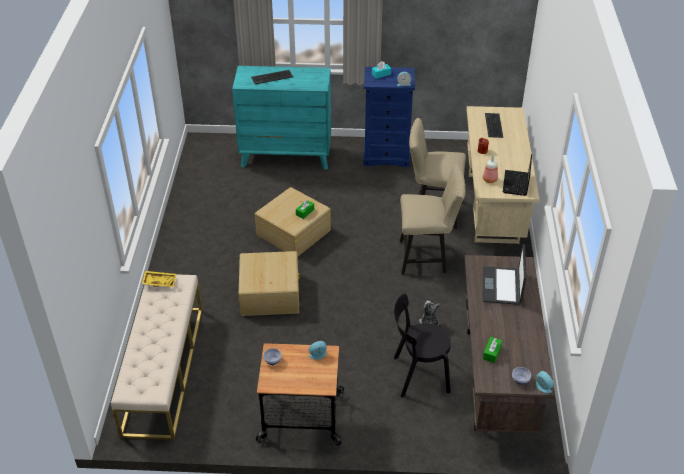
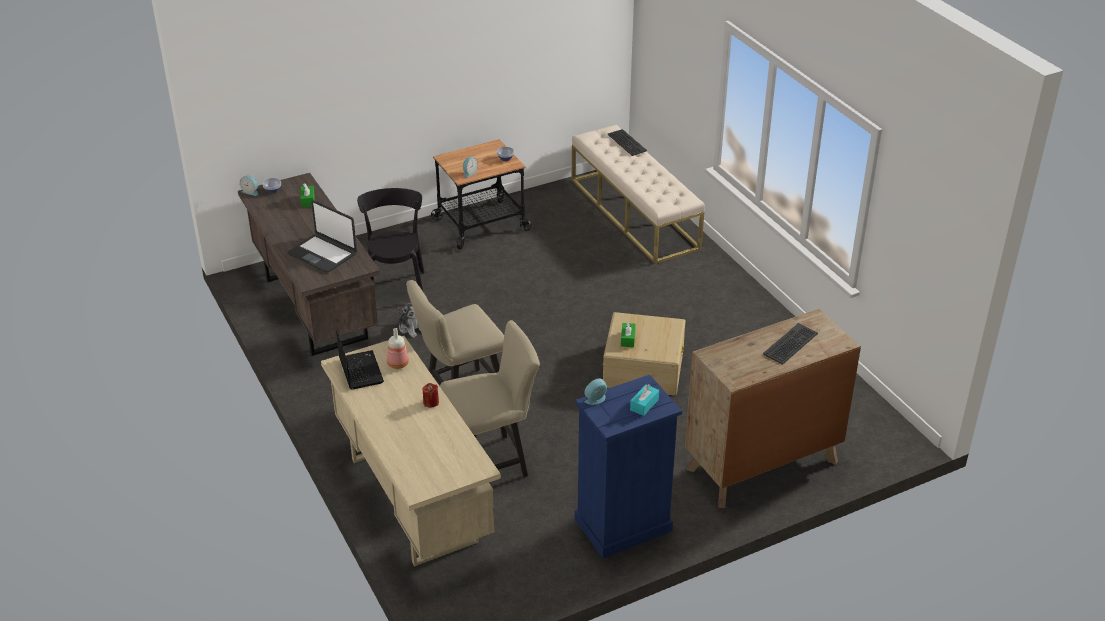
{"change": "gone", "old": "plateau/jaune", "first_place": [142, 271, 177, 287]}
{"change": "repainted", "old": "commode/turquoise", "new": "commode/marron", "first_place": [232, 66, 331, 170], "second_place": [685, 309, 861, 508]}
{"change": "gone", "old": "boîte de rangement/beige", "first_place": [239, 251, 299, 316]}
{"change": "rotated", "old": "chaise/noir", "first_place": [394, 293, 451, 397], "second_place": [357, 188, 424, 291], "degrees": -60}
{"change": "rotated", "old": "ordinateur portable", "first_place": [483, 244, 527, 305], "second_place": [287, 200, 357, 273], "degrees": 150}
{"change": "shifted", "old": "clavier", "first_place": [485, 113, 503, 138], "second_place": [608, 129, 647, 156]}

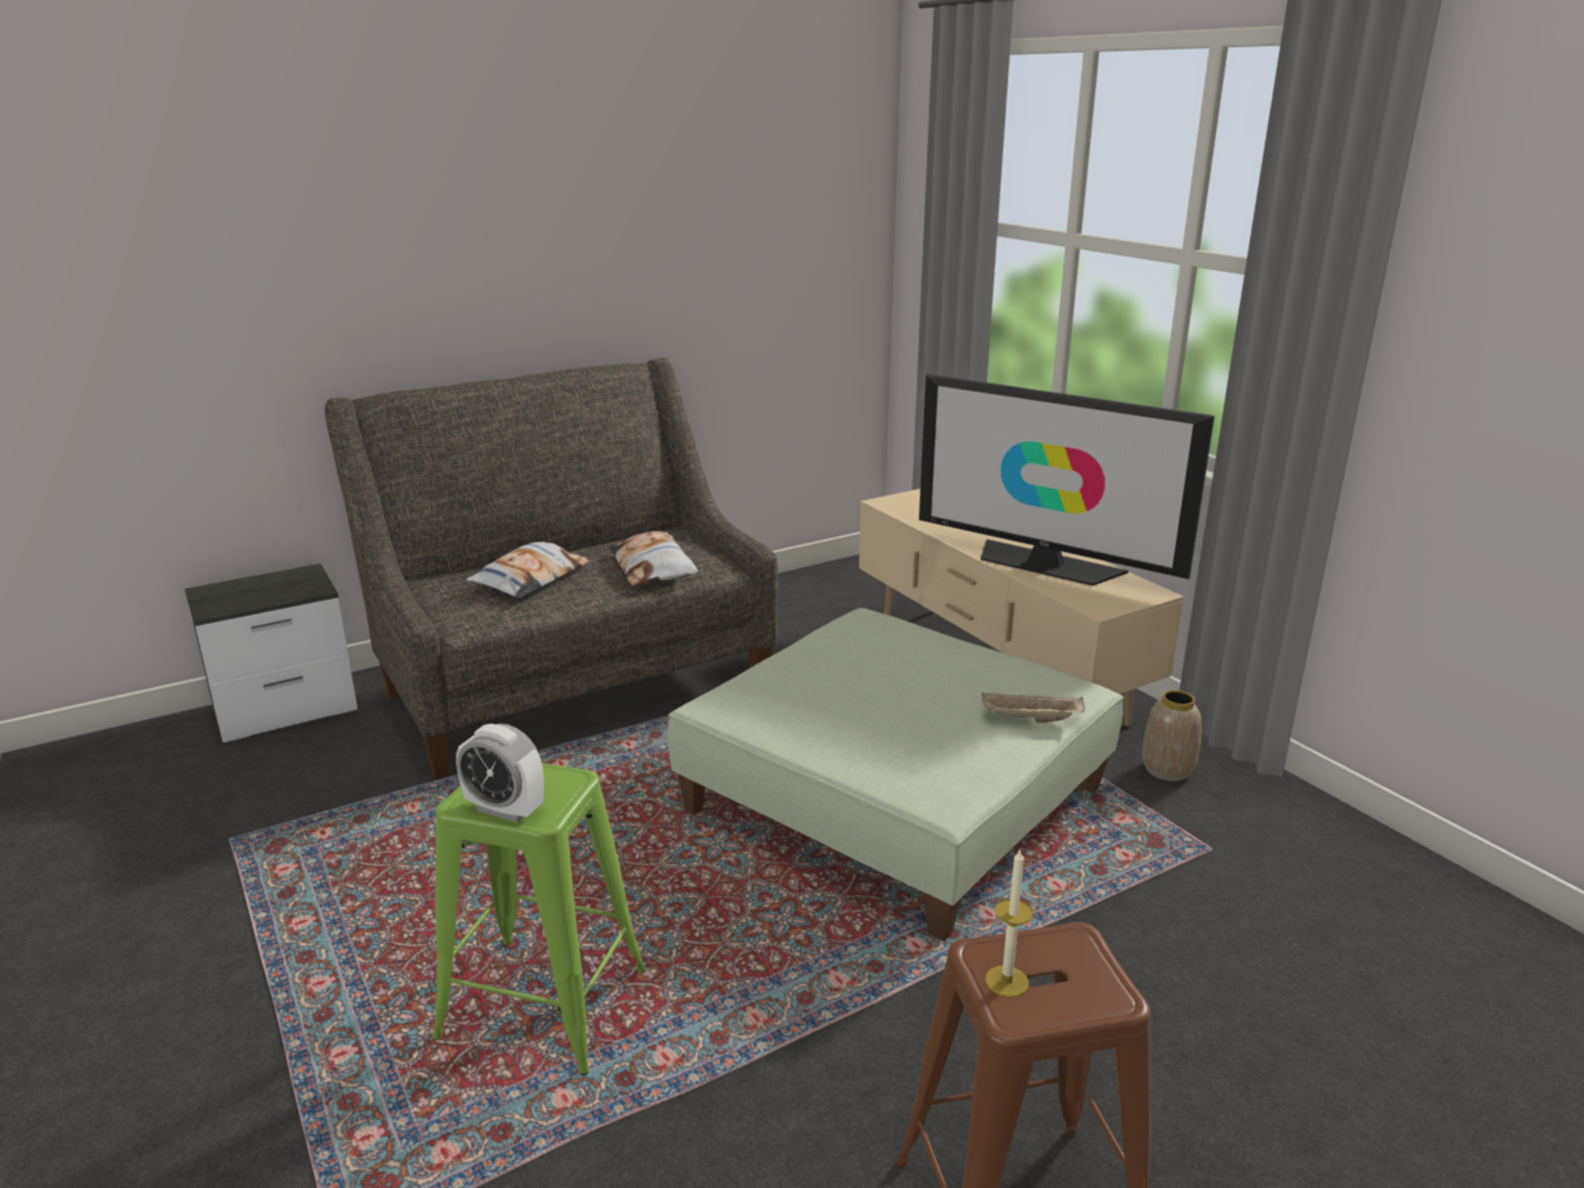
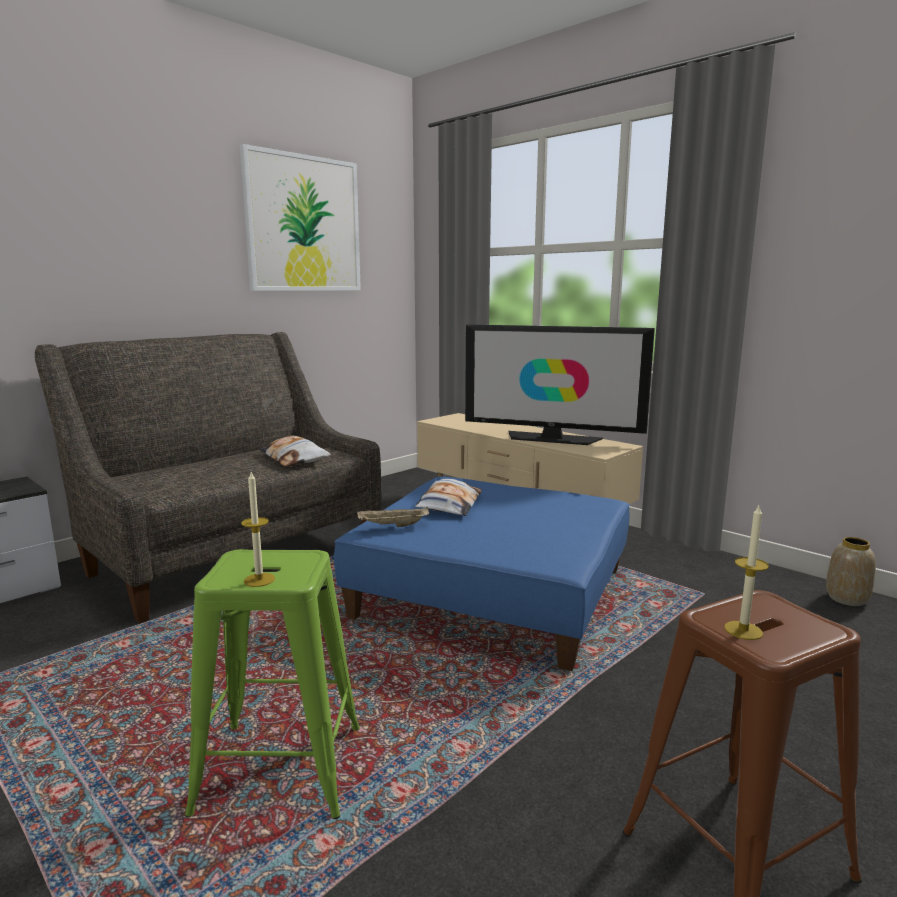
{"change": "swapped", "old": "réveil", "new": "bougie", "first_place": [456, 724, 544, 823], "second_place": [241, 472, 275, 587]}
{"change": "shifted", "old": "coussin", "first_place": [466, 542, 590, 598], "second_place": [415, 479, 482, 516]}
{"change": "repainted", "old": "pouf/vert", "new": "pouf/bleu", "first_place": [667, 608, 1124, 941], "second_place": [334, 476, 630, 671]}
{"change": "shifted", "old": "plateau/beige", "first_place": [981, 692, 1085, 723], "second_place": [357, 507, 430, 527]}
{"change": "shifted", "old": "vase", "first_place": [1142, 690, 1202, 781], "second_place": [826, 537, 876, 606]}
{"change": "new", "new": "tableau", "second_place": [240, 144, 361, 291]}

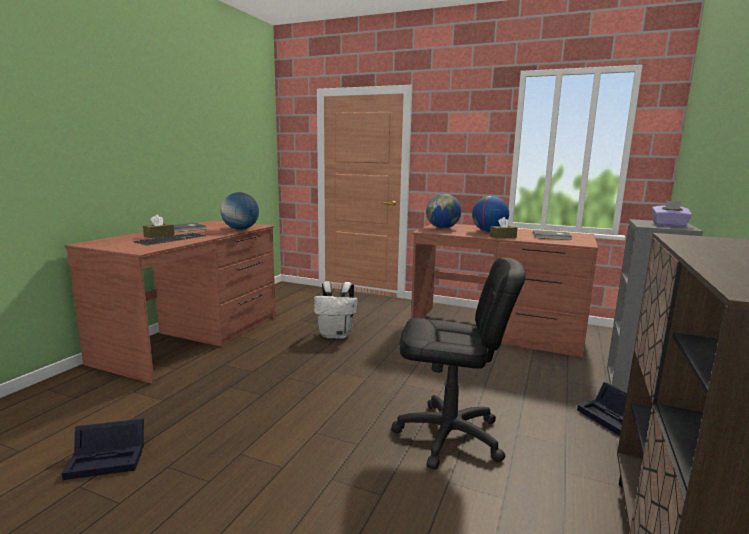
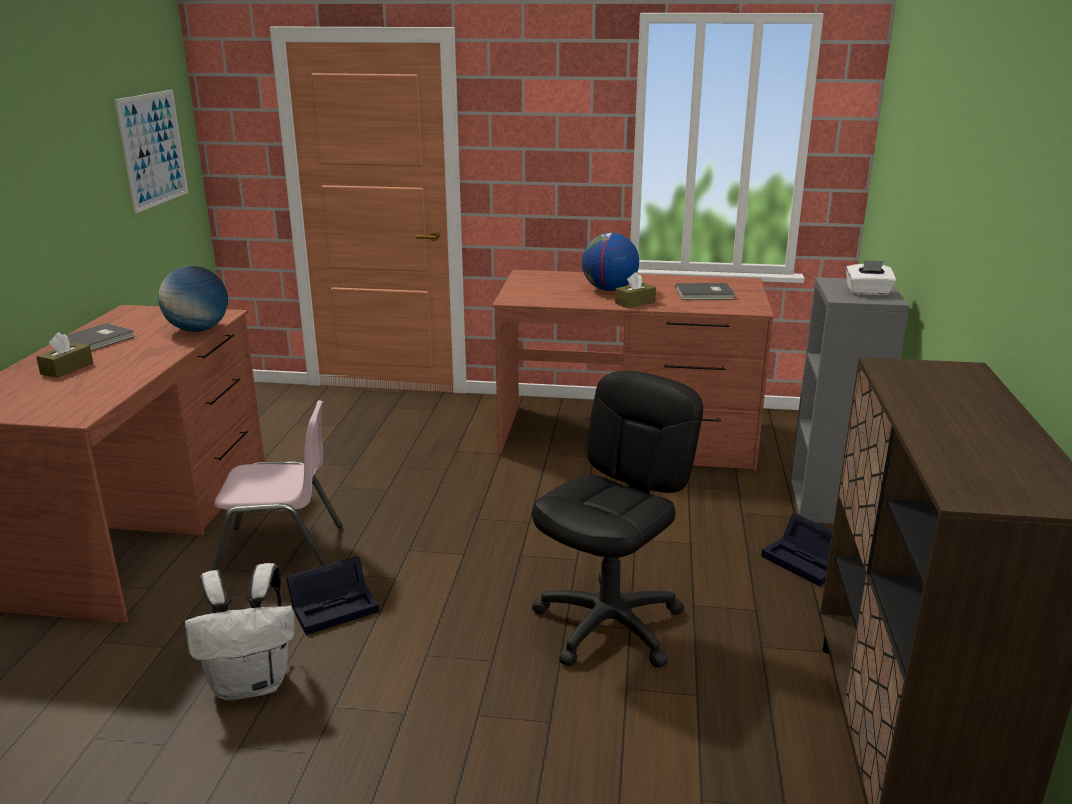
{"change": "shifted", "old": "boîte de rangement/noir", "first_place": [62, 419, 144, 480], "second_place": [286, 557, 379, 635]}
{"change": "gone", "old": "clavier", "first_place": [133, 233, 206, 246]}
{"change": "shifted", "old": "sac à dos/blanc", "first_place": [314, 281, 358, 339], "second_place": [185, 563, 295, 701]}
{"change": "rotated", "old": "chaise de bureau/noir", "first_place": [391, 258, 526, 470], "second_place": [532, 371, 703, 668], "degrees": -45}
{"change": "gone", "old": "globe", "first_place": [426, 194, 461, 229]}
{"change": "repainted", "old": "boîte à mouchoirs/violet", "new": "boîte à mouchoirs/blanc", "first_place": [652, 200, 692, 227], "second_place": [846, 260, 896, 295]}
{"change": "new", "new": "tableau", "second_place": [115, 90, 188, 213]}
{"change": "new", "new": "chaise/rose", "second_place": [212, 400, 343, 571]}

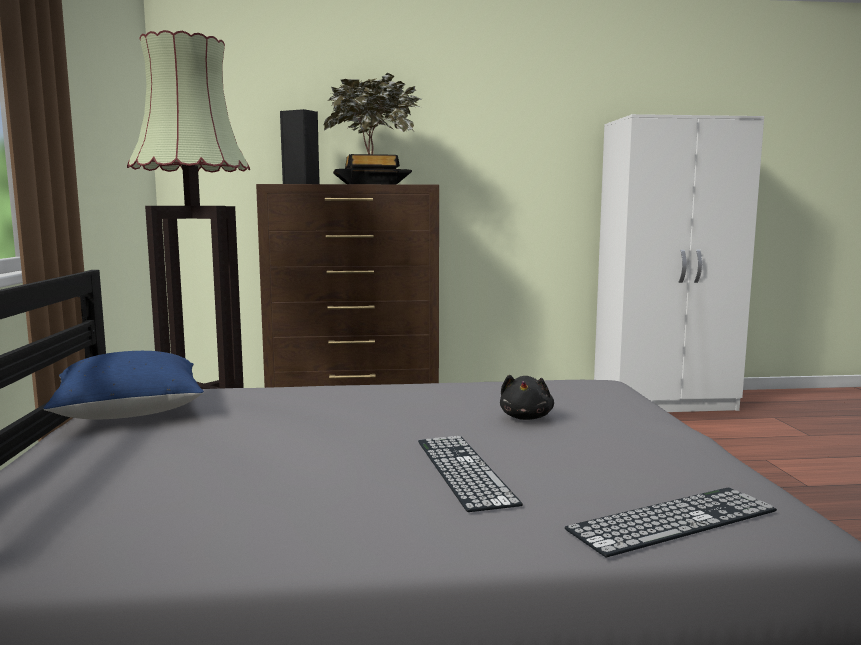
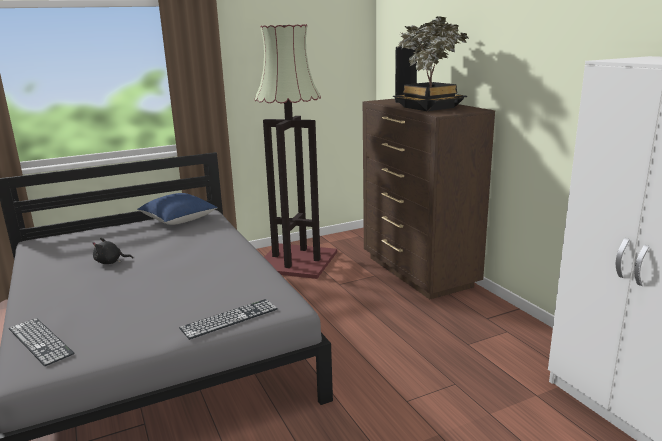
{"change": "shifted", "old": "clavier", "first_place": [418, 436, 523, 512], "second_place": [179, 299, 278, 340]}
{"change": "shifted", "old": "peluche/noir", "first_place": [500, 375, 554, 420], "second_place": [92, 238, 133, 264]}

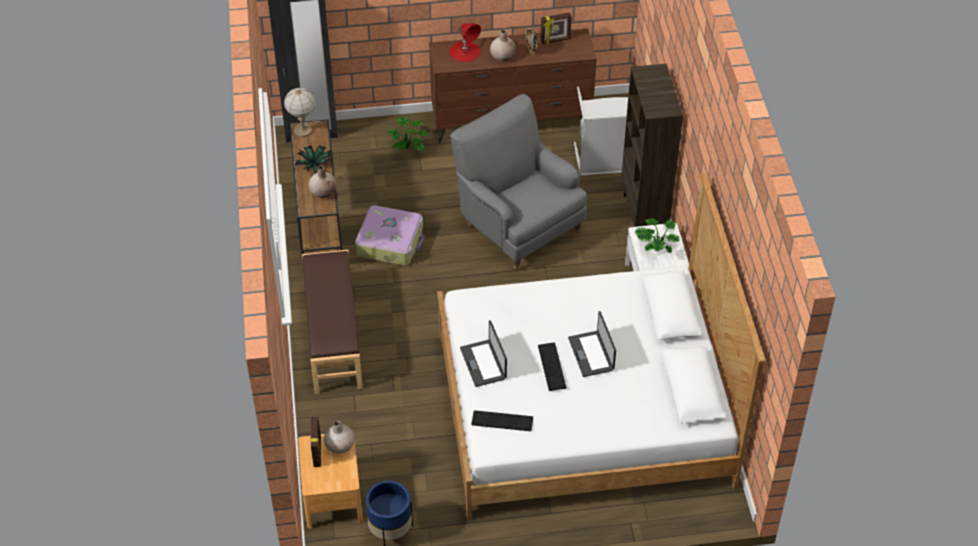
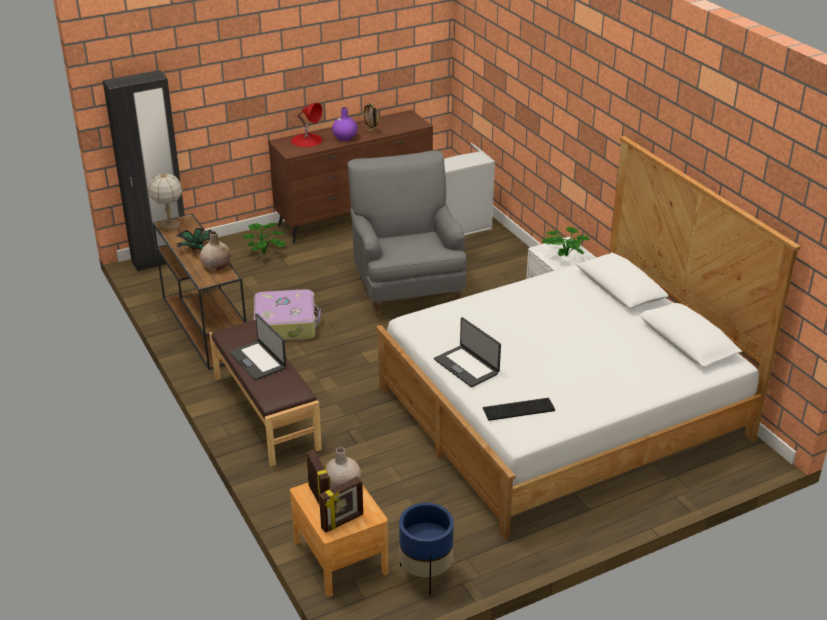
{"change": "rotated", "old": "fauteuil/gris", "first_place": [450, 94, 587, 270], "second_place": [347, 150, 467, 316], "degrees": 45}
{"change": "repainted", "old": "vase/beige", "new": "vase/violet", "first_place": [490, 30, 516, 62], "second_place": [332, 107, 358, 141]}
{"change": "gone", "old": "clavier", "first_place": [538, 342, 566, 391]}
{"change": "shifted", "old": "cadre photo", "first_place": [540, 12, 572, 44], "second_place": [319, 476, 363, 533]}
{"change": "shifted", "old": "ordinateur portable", "first_place": [568, 311, 616, 377], "second_place": [229, 314, 286, 380]}
{"change": "gone", "old": "bibliothèque/marron", "first_place": [621, 64, 683, 227]}

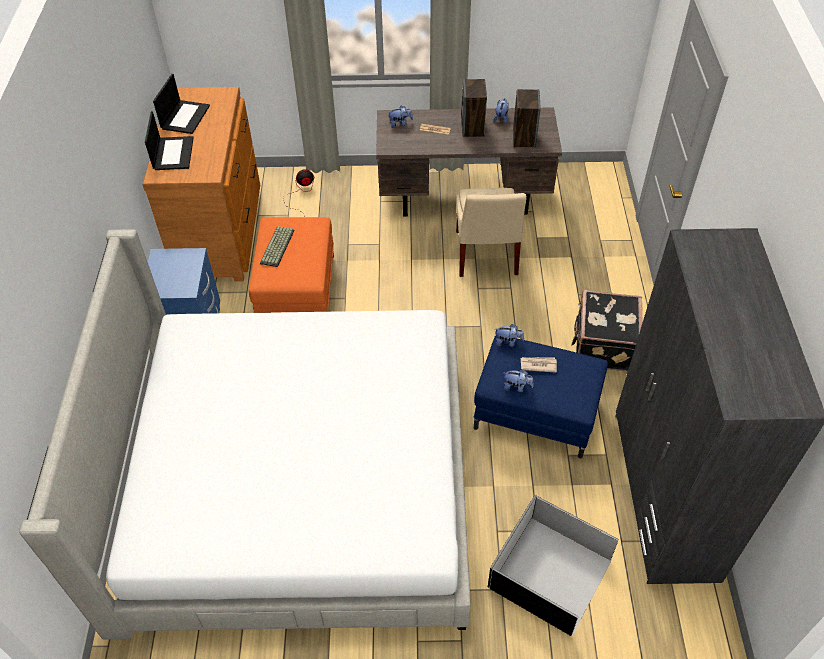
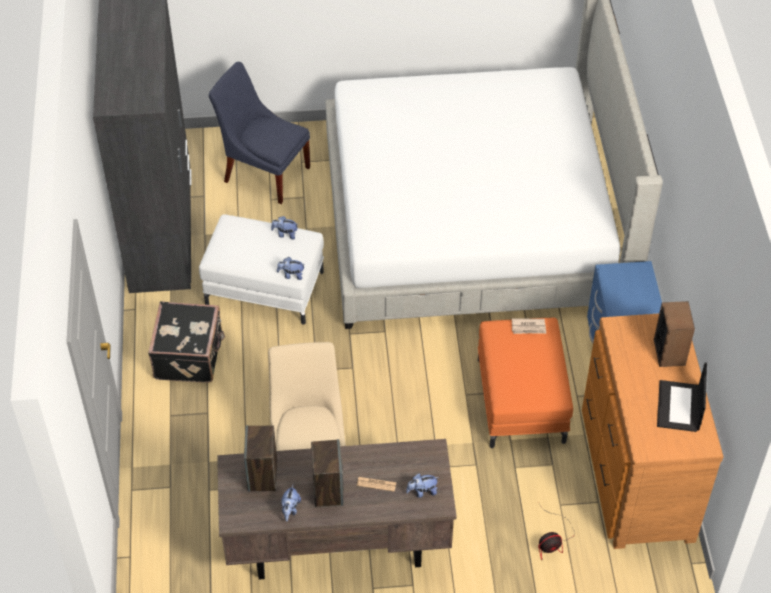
{"change": "swapped", "old": "ordinateur portable", "new": "enceinte", "first_place": [145, 111, 194, 170], "second_place": [654, 301, 695, 367]}
{"change": "gone", "old": "clavier", "first_place": [260, 226, 294, 267]}
{"change": "repainted", "old": "pouf/bleu", "new": "pouf/blanc", "first_place": [474, 336, 608, 458], "second_place": [199, 214, 324, 325]}
{"change": "swapped", "old": "boîte de rangement/noir", "new": "chaise/bleu", "first_place": [488, 495, 619, 636], "second_place": [209, 62, 310, 204]}
{"change": "shifted", "old": "journal", "first_place": [521, 357, 557, 373], "second_place": [512, 318, 546, 334]}

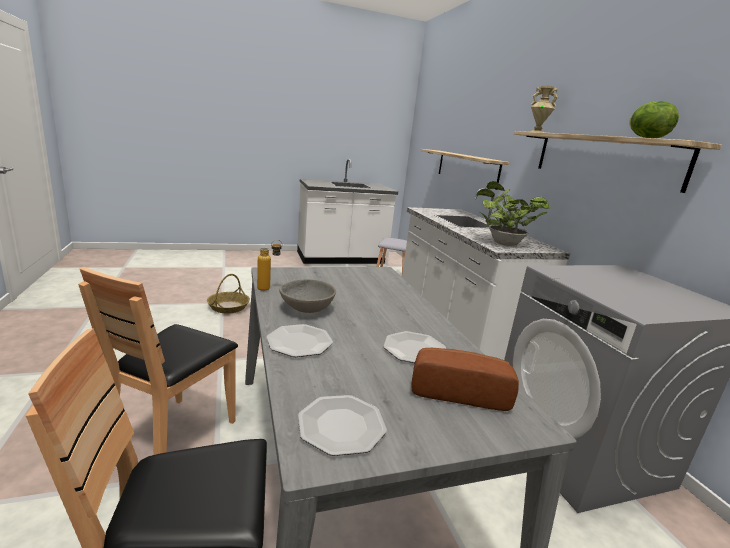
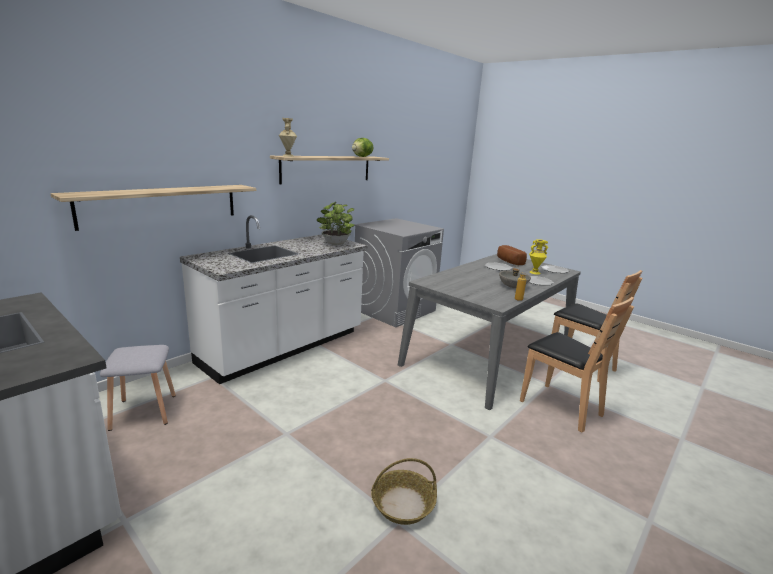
{"change": "rotated", "old": "chaise/marron", "first_place": [78, 267, 238, 455], "second_place": [520, 297, 634, 433], "degrees": 60}
{"change": "new", "new": "vase/jaune", "second_place": [529, 239, 548, 274]}

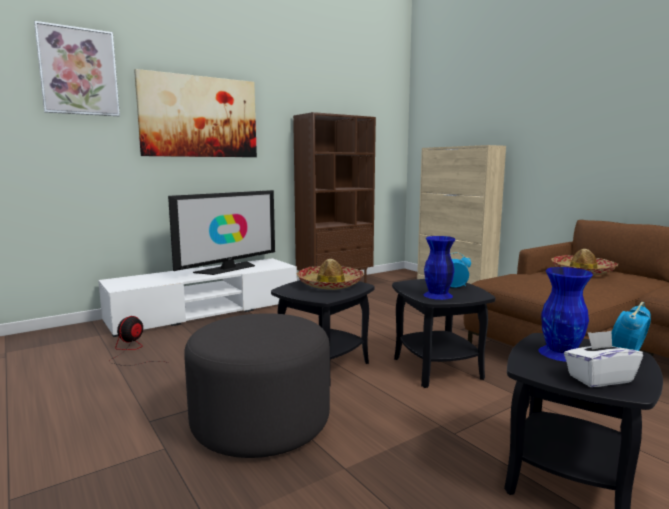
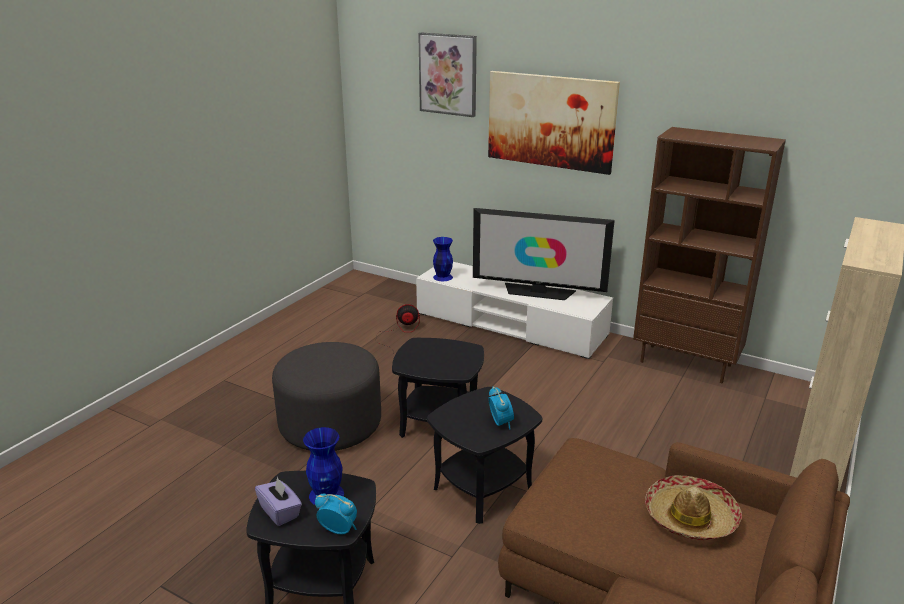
{"change": "gone", "old": "chapeau", "first_place": [297, 259, 364, 290]}
{"change": "shifted", "old": "vase/bleu", "first_place": [424, 236, 456, 300], "second_place": [433, 237, 453, 281]}
{"change": "repainted", "old": "boîte à mouchoirs/blanc", "new": "boîte à mouchoirs/violet", "first_place": [564, 331, 643, 387], "second_place": [255, 476, 302, 526]}

